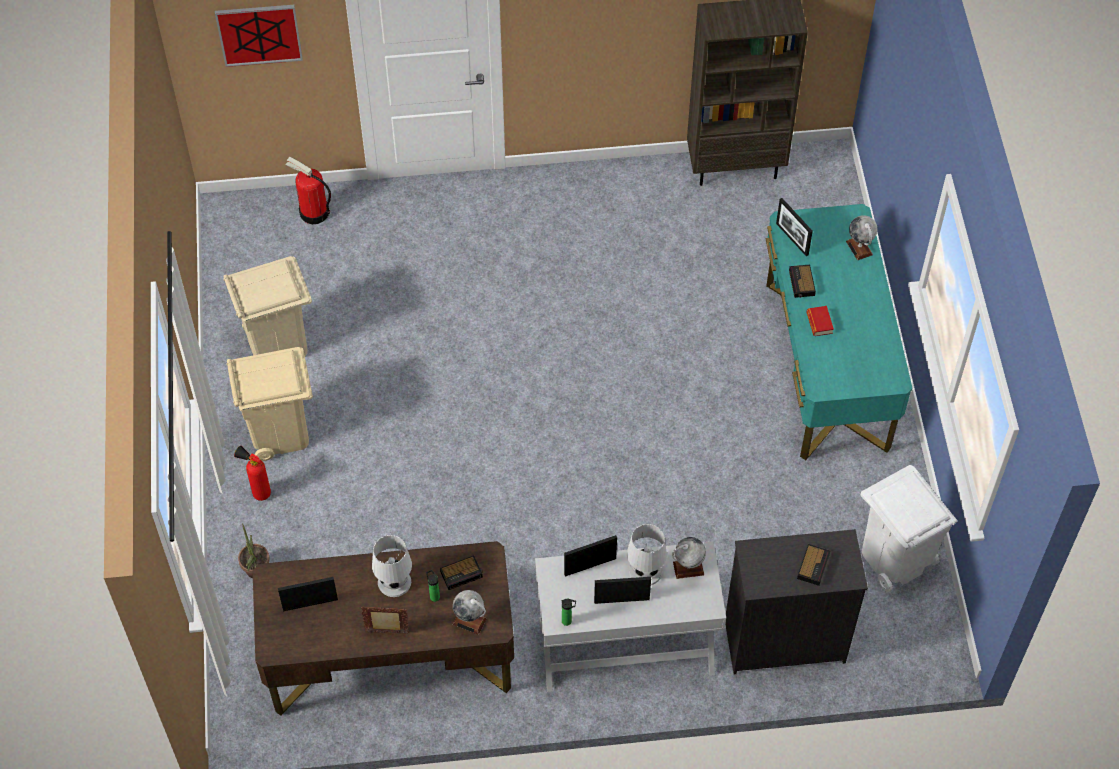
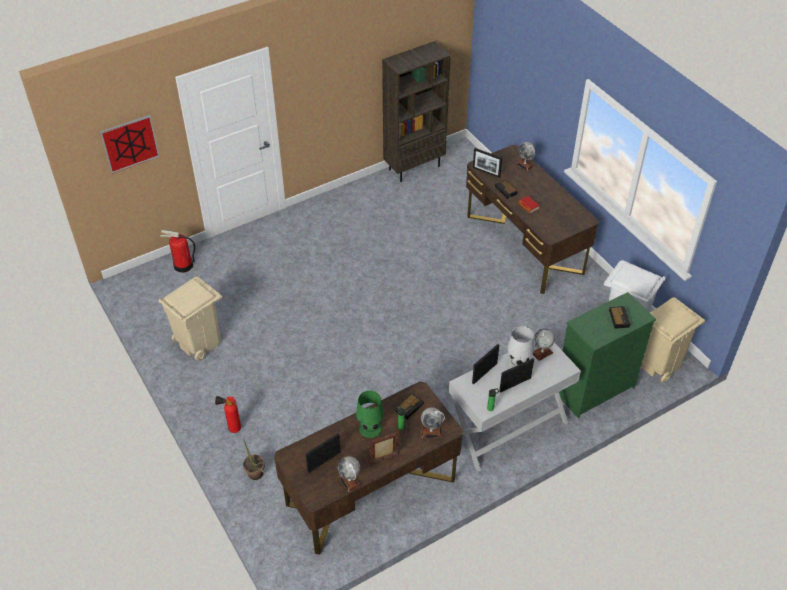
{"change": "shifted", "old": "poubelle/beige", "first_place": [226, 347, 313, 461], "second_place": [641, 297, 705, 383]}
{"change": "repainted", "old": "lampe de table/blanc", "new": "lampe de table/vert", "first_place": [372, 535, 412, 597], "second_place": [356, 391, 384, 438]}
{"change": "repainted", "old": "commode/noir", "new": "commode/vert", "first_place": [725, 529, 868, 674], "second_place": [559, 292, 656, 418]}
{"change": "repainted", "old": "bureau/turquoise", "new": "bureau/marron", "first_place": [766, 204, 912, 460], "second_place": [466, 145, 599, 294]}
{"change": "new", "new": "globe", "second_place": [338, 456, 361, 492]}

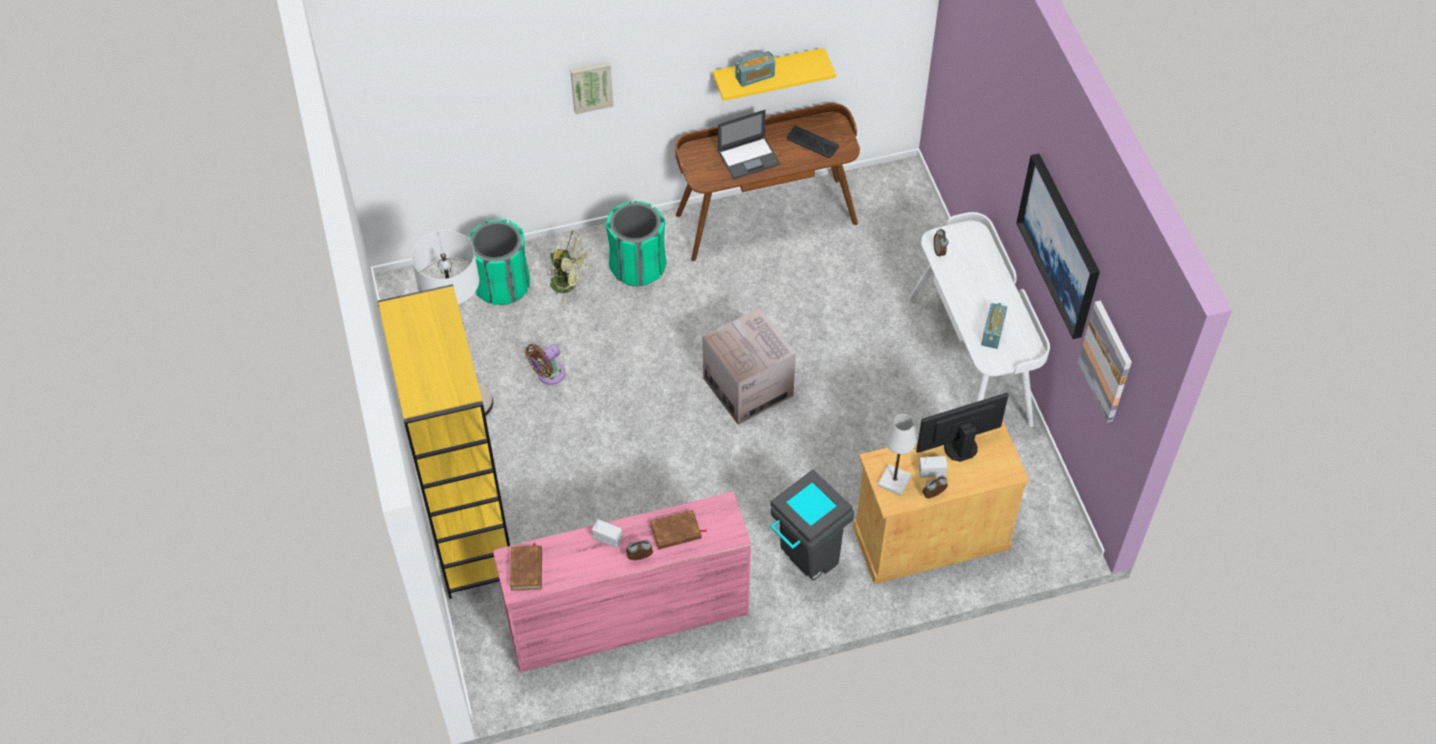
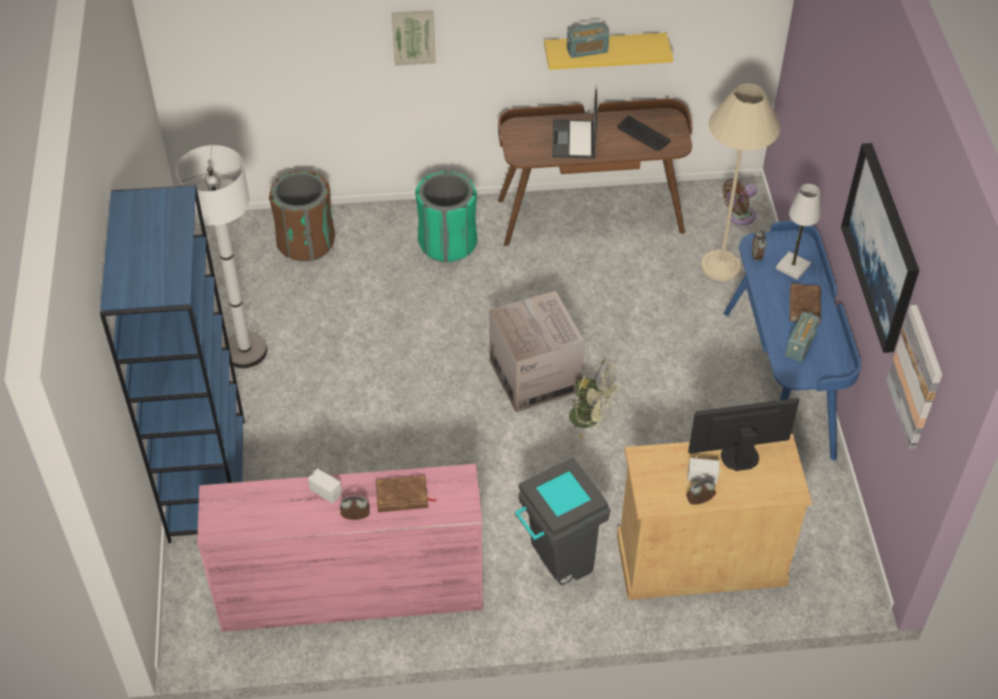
{"change": "repainted", "old": "bibliothèque/jaune", "new": "bibliothèque/bleu", "first_place": [377, 284, 510, 599], "second_place": [100, 185, 245, 543]}
{"change": "repainted", "old": "poubelle/vert", "new": "poubelle/marron", "first_place": [468, 220, 530, 305], "second_place": [269, 171, 335, 262]}
{"change": "shifted", "old": "livre/marron", "first_place": [510, 543, 542, 591], "second_place": [790, 283, 821, 324]}
{"change": "shifted", "old": "ventilateur/marron", "first_place": [525, 344, 565, 385], "second_place": [722, 179, 757, 225]}
{"change": "shifted", "old": "ventilateur/vert", "first_place": [547, 230, 592, 303], "second_place": [567, 358, 621, 439]}
{"change": "rotated", "old": "ordinateur portable", "first_place": [718, 110, 780, 180], "second_place": [552, 90, 597, 159], "degrees": 105}
{"change": "shifted", "old": "lampe de table/blanc", "first_place": [878, 414, 917, 496], "second_place": [776, 184, 820, 280]}
{"change": "repainted", "old": "bureau/blanc", "new": "bureau/bleu", "first_place": [908, 212, 1050, 427], "second_place": [724, 221, 861, 461]}
{"change": "new", "new": "lampadaire/beige", "second_place": [701, 83, 780, 281]}

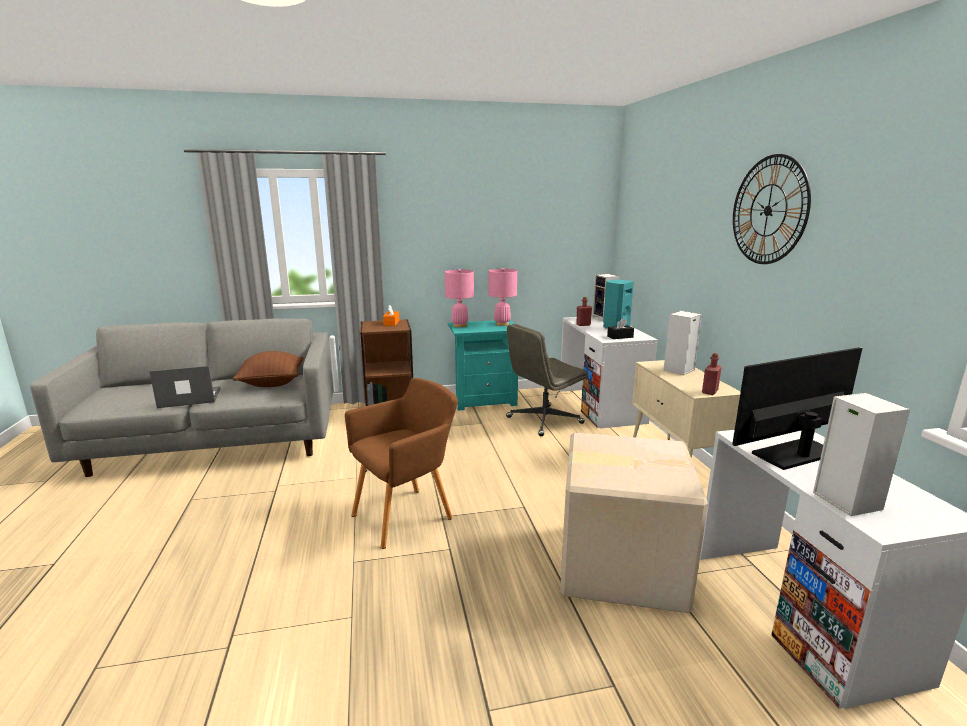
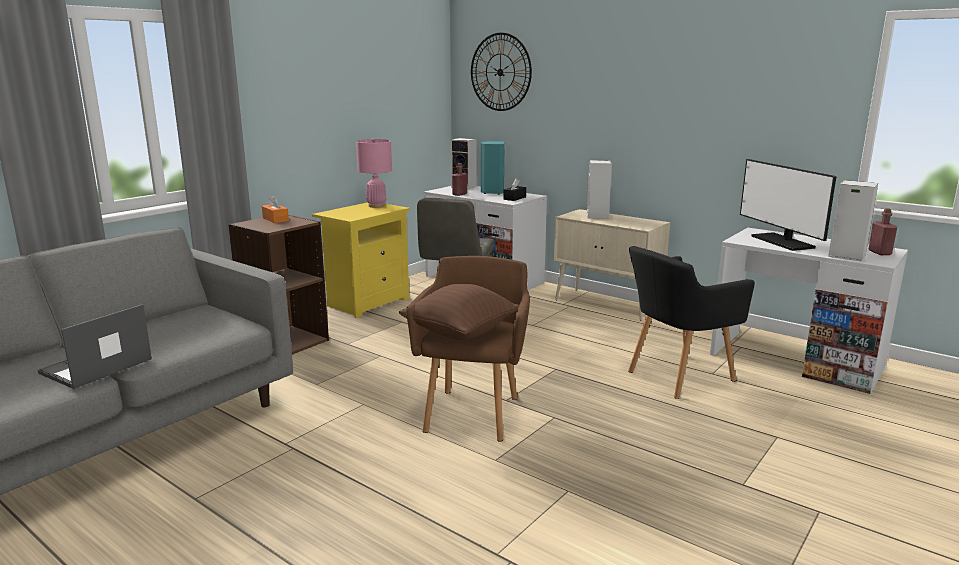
{"change": "shifted", "old": "coussin/marron", "first_place": [233, 351, 303, 387], "second_place": [399, 284, 519, 340]}
{"change": "gone", "old": "lampe de table/rose", "first_place": [445, 269, 474, 327]}
{"change": "repainted", "old": "table de chevet/turquoise", "new": "table de chevet/jaune", "first_place": [448, 320, 518, 411], "second_place": [312, 202, 410, 318]}
{"change": "swapped", "old": "carton", "new": "fauteuil/noir", "first_place": [560, 432, 708, 613], "second_place": [628, 246, 755, 399]}
{"change": "shifted", "old": "bouteille/rouge", "first_place": [702, 353, 722, 395], "second_place": [869, 208, 897, 255]}
{"change": "rotated", "old": "écran d'ordinateur", "first_place": [732, 347, 862, 470], "second_place": [740, 159, 837, 251], "degrees": -45}
{"change": "shifted", "old": "horloge murale", "first_place": [733, 154, 811, 264], "second_place": [471, 33, 532, 111]}

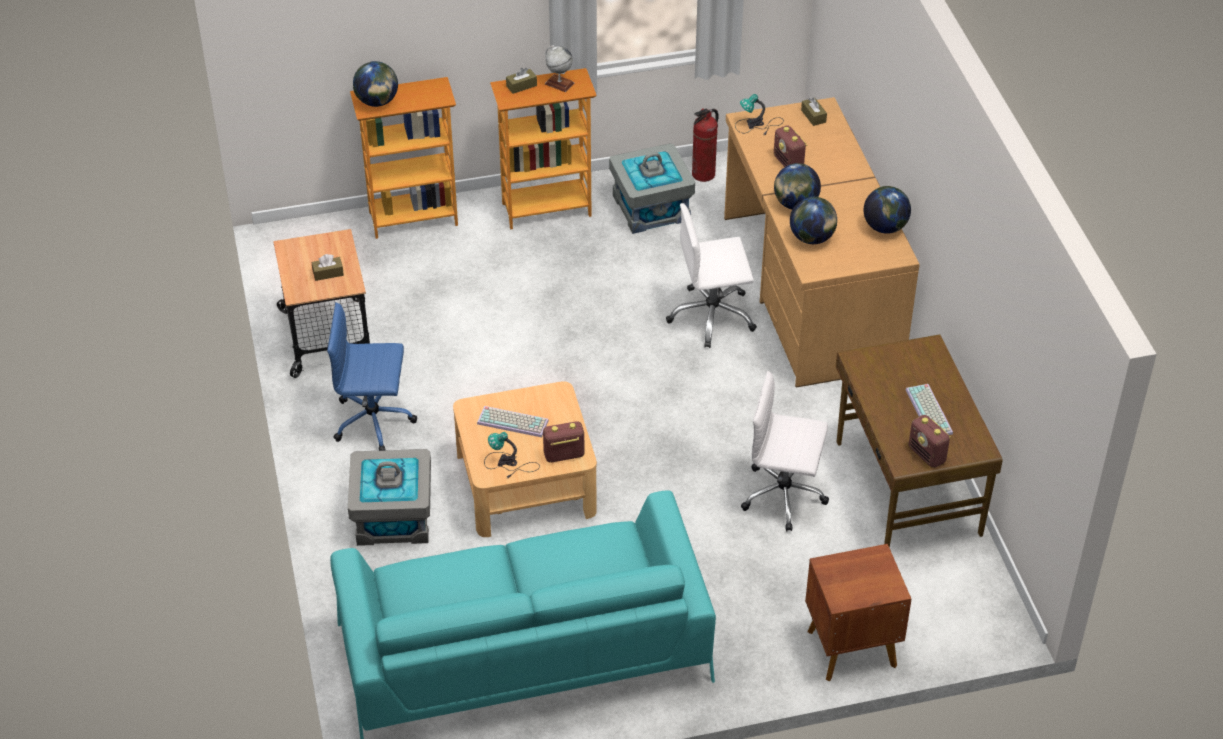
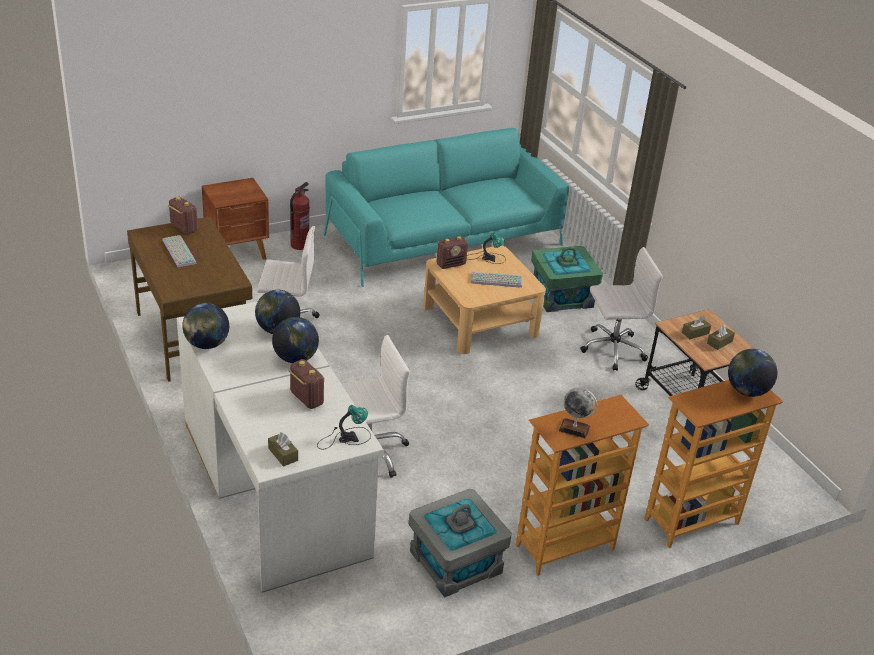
{"change": "repainted", "old": "chaise de bureau/bleu", "new": "chaise de bureau/blanc", "first_place": [327, 303, 417, 451], "second_place": [580, 247, 663, 371]}
{"change": "repainted", "old": "boîte de rangement/gris", "new": "boîte de rangement/vert", "first_place": [348, 449, 431, 546], "second_place": [531, 246, 603, 312]}
{"change": "shifted", "old": "boîte à mouchoirs/marron", "first_place": [506, 67, 537, 94], "second_place": [707, 324, 735, 350]}
{"change": "shifted", "old": "extincteur", "first_place": [692, 108, 719, 182], "second_place": [290, 182, 310, 250]}
{"change": "repainted", "old": "bureau/marron", "new": "bureau/blanc", "first_place": [724, 97, 920, 388], "second_place": [177, 302, 384, 593]}

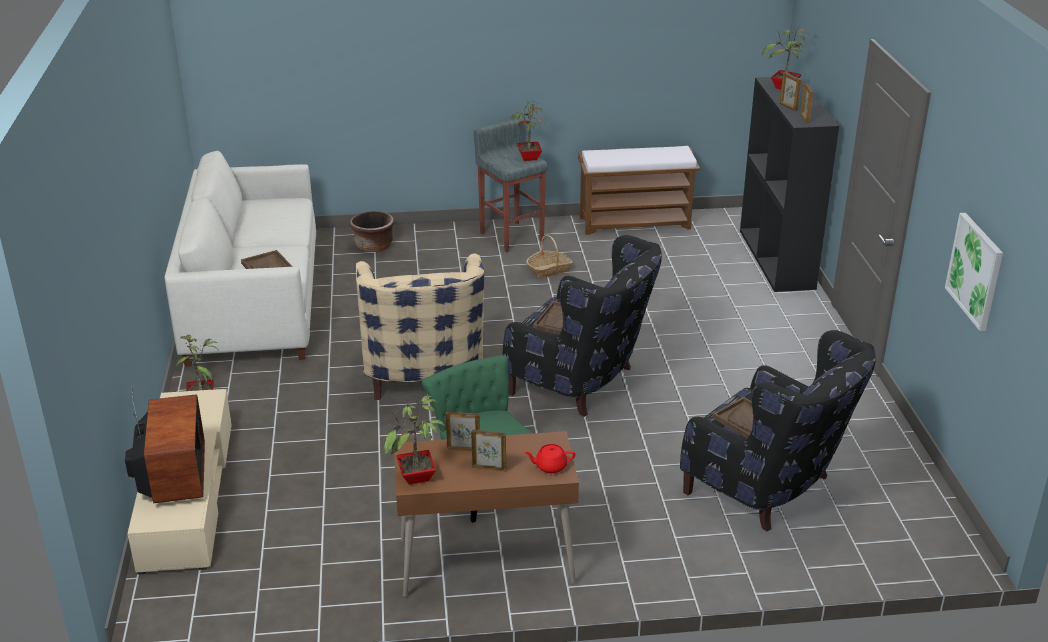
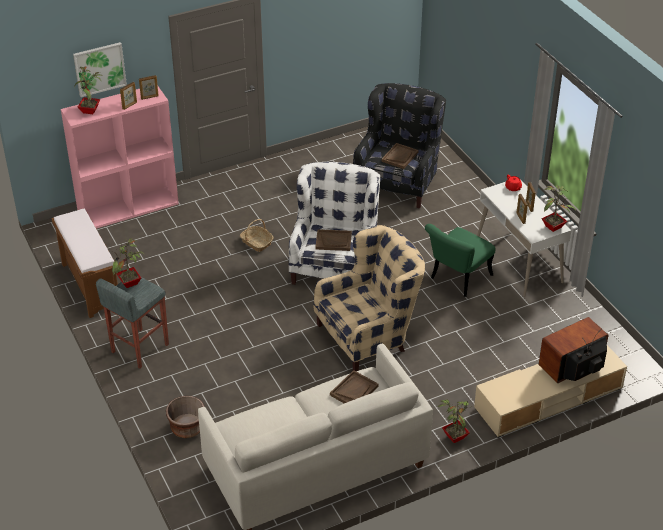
{"change": "repainted", "old": "bureau/marron", "new": "bureau/blanc", "first_place": [395, 431, 579, 597], "second_place": [477, 179, 572, 297]}
{"change": "repainted", "old": "fauteuil/noir", "new": "fauteuil/blanc", "first_place": [503, 235, 662, 417], "second_place": [289, 162, 380, 285]}
{"change": "shifted", "old": "panier", "first_place": [526, 235, 573, 278], "second_place": [240, 219, 274, 252]}
{"change": "repainted", "old": "bibliothèque/noir", "new": "bibliothèque/rose", "first_place": [740, 77, 839, 292], "second_place": [61, 87, 179, 229]}
{"change": "shifted", "old": "tableau", "first_place": [945, 213, 1003, 331], "second_place": [73, 42, 127, 97]}

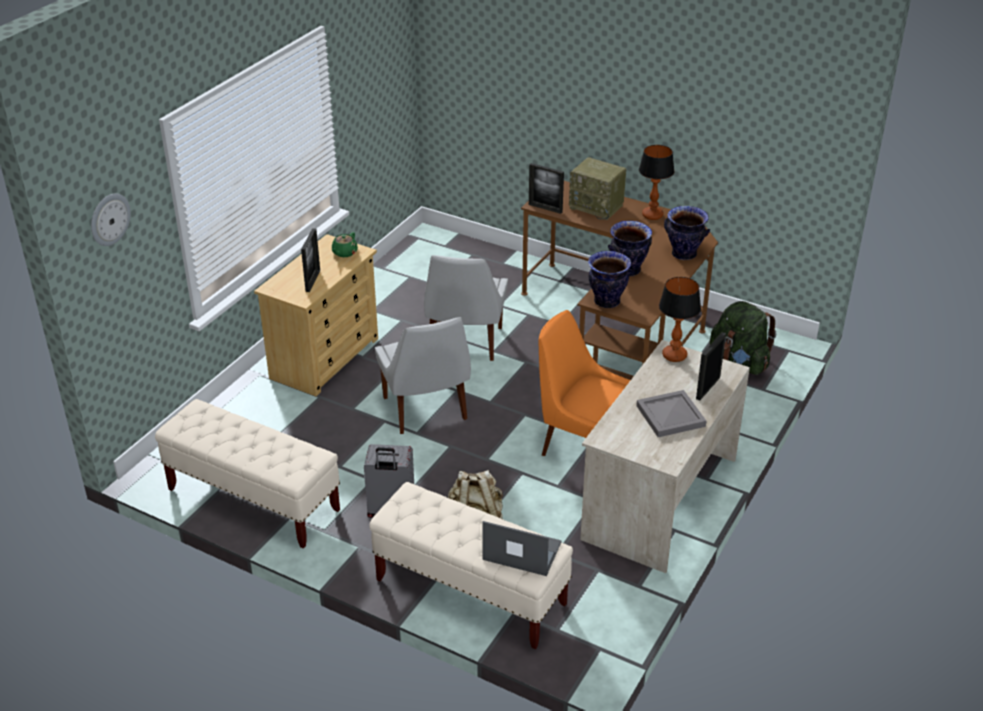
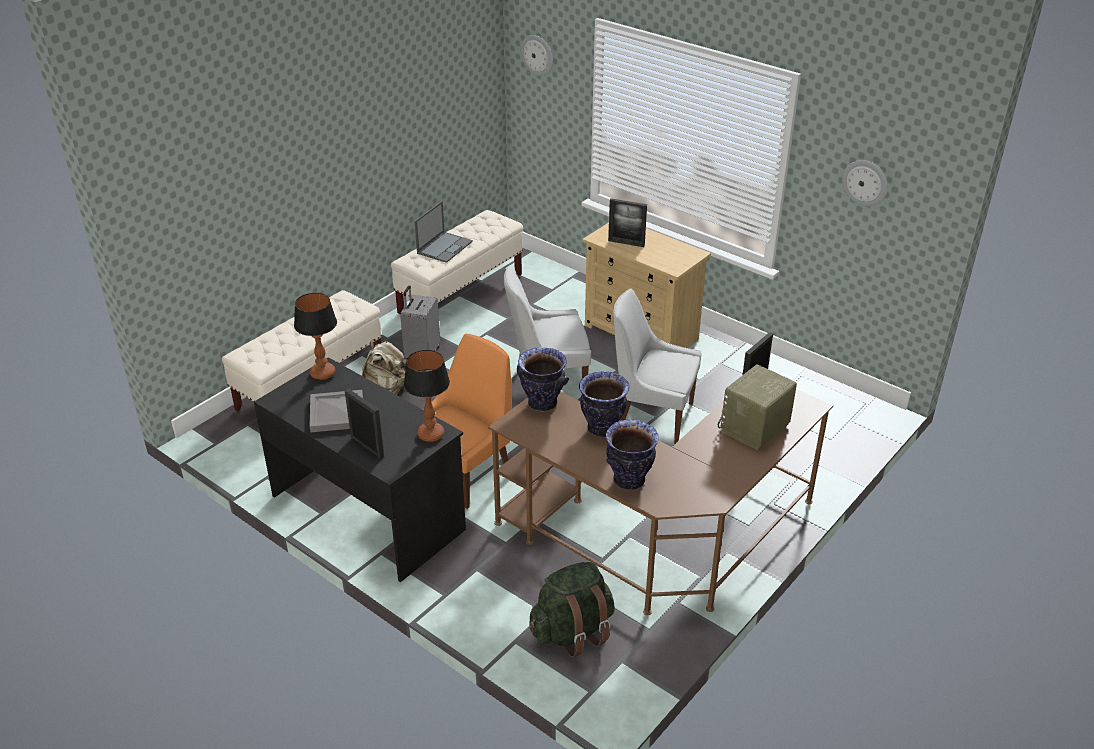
{"change": "gone", "old": "théière/vert", "first_place": [332, 232, 358, 257]}
{"change": "shifted", "old": "ordinateur portable", "first_place": [482, 521, 562, 576], "second_place": [414, 201, 473, 263]}
{"change": "repainted", "old": "bureau/beige", "new": "bureau/noir", "first_place": [580, 340, 750, 573], "second_place": [254, 357, 466, 582]}
{"change": "shifted", "old": "lampe de table", "first_place": [639, 145, 675, 220], "second_place": [294, 293, 337, 380]}
{"change": "new", "new": "horloge murale", "second_place": [842, 160, 888, 206]}

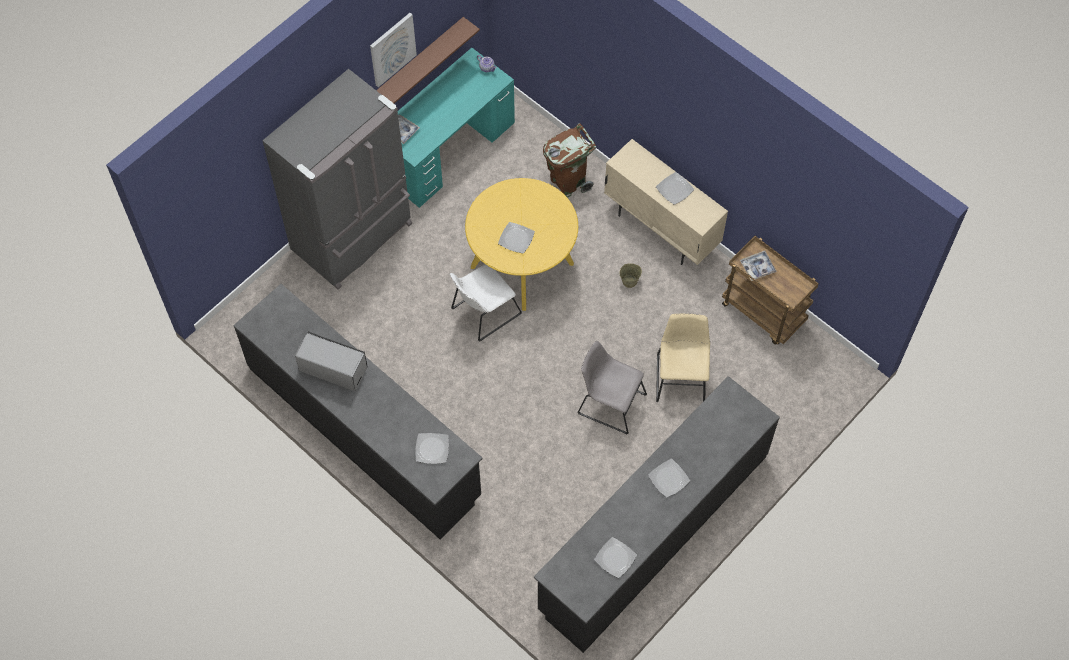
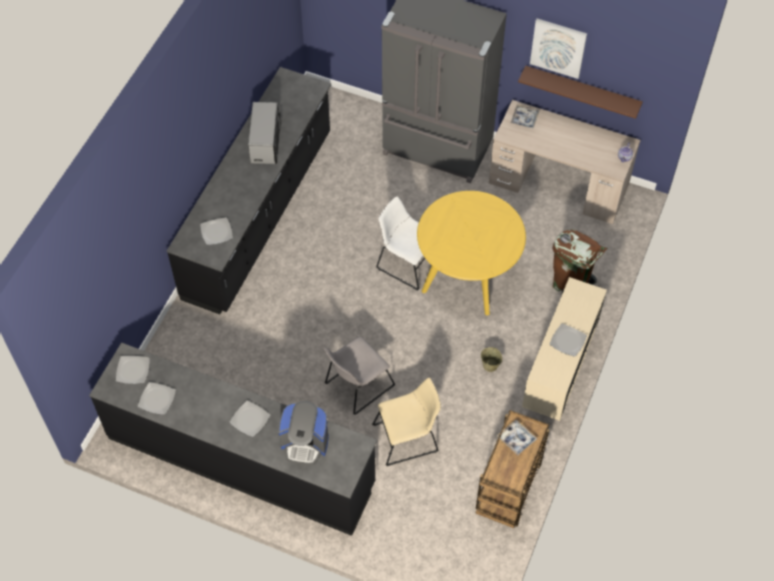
{"change": "repainted", "old": "bureau/turquoise", "new": "bureau/beige", "first_place": [397, 48, 515, 208], "second_place": [489, 100, 640, 224]}
{"change": "shifted", "old": "assiette", "first_place": [498, 222, 535, 253], "second_place": [116, 356, 150, 384]}
{"change": "rotated", "old": "chaise/gris", "first_place": [578, 341, 647, 434], "second_place": [324, 337, 395, 415], "degrees": -135}
{"change": "new", "new": "machine à café", "second_place": [279, 401, 329, 465]}

